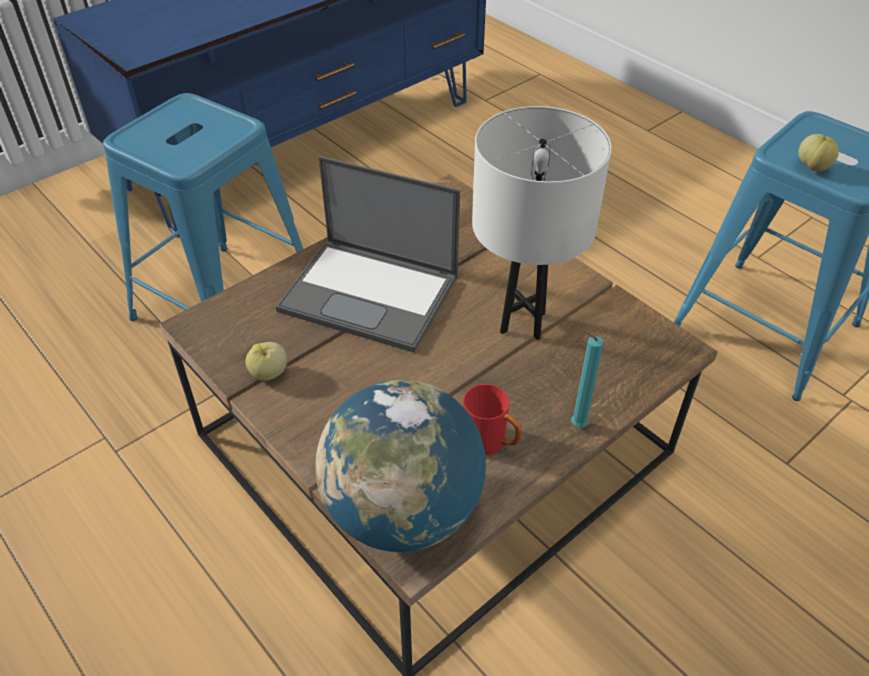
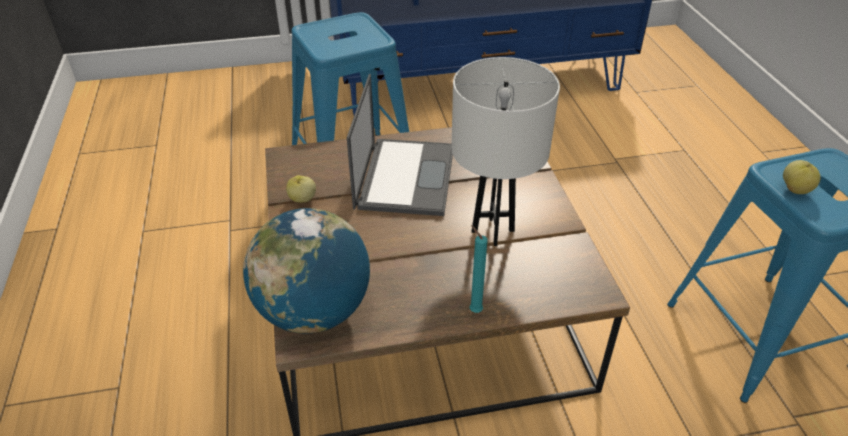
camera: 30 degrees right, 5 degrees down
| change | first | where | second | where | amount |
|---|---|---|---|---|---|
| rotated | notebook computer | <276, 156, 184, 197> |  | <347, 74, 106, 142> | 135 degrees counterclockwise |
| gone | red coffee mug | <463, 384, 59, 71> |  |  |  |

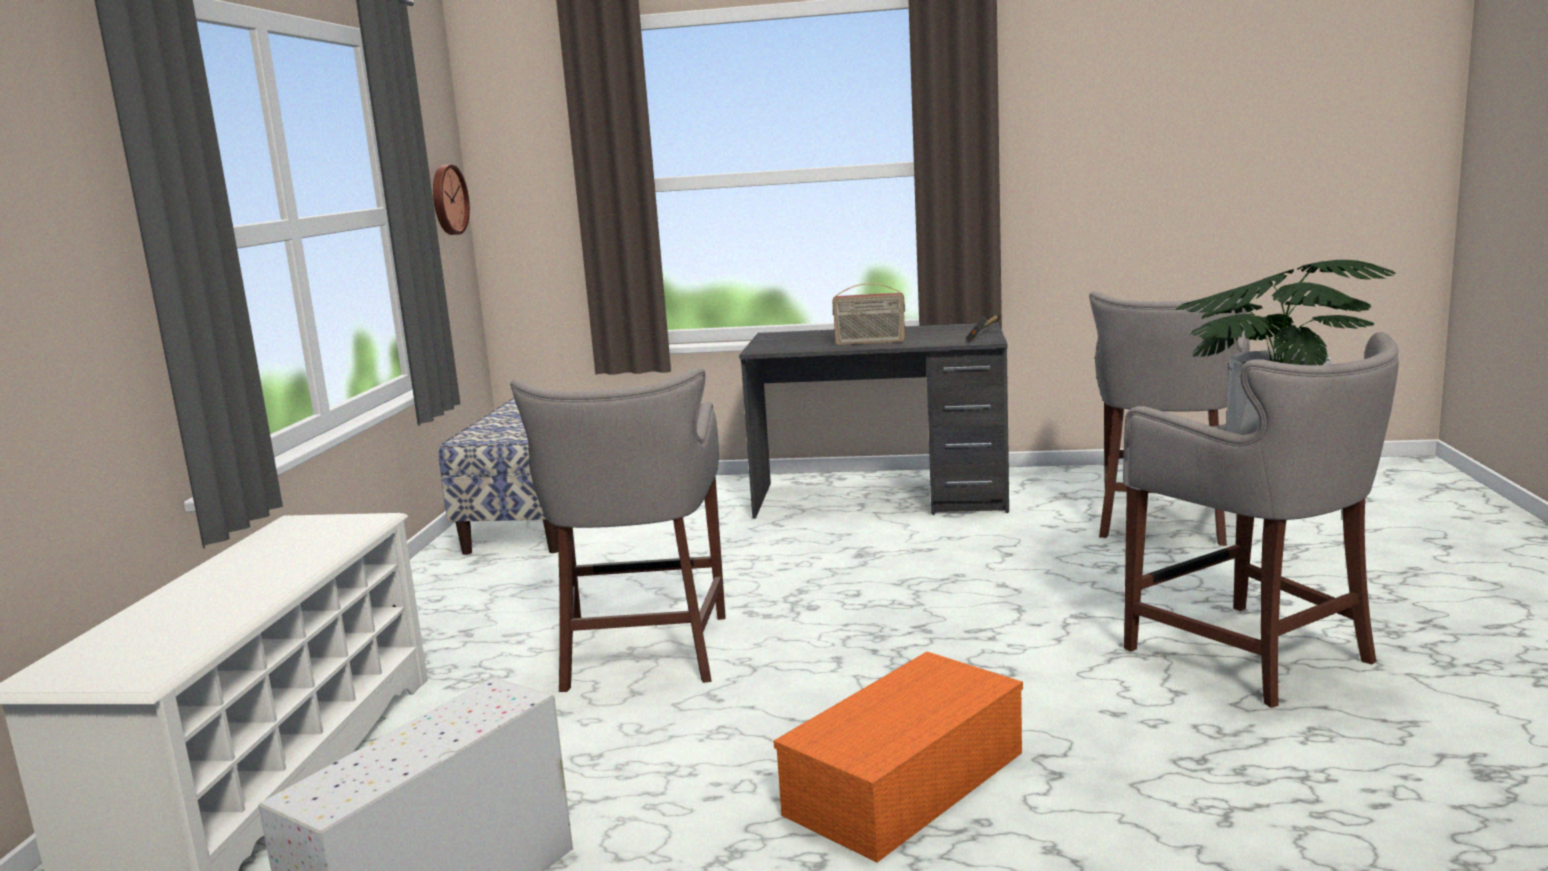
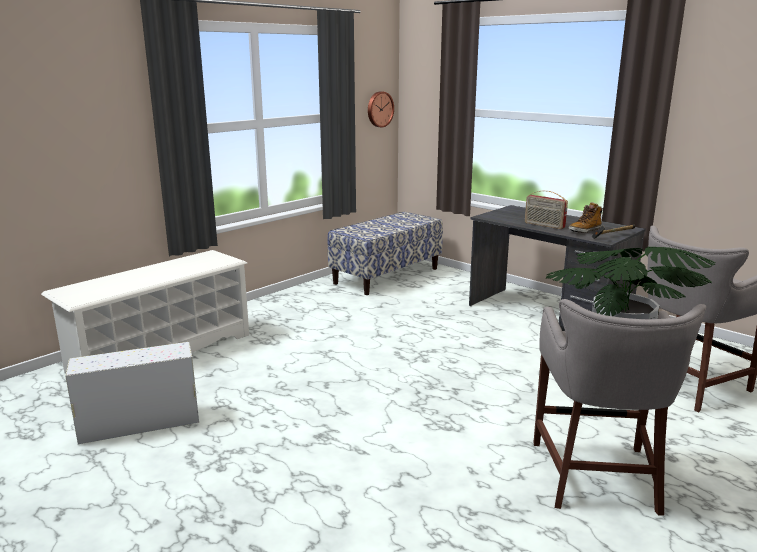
camera: 35 degrees right, 5 degrees up
| change | first | where | second | where | amount |
|---|---|---|---|---|---|
| new |  |  | high-top boot | <569, 202, 34, 31> |  |
| gone | greyish sitting stool | <510, 368, 216, 324> |  |  |  |
| gone | orange storage box | <773, 652, 250, 211> |  |  |  |

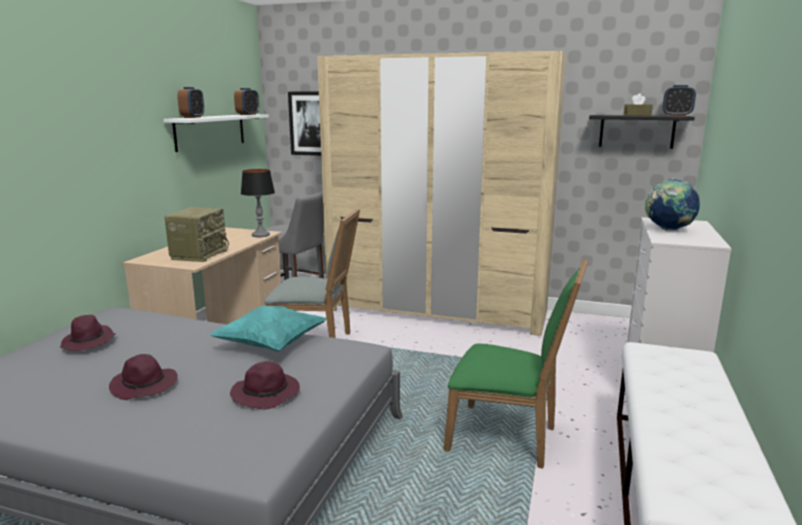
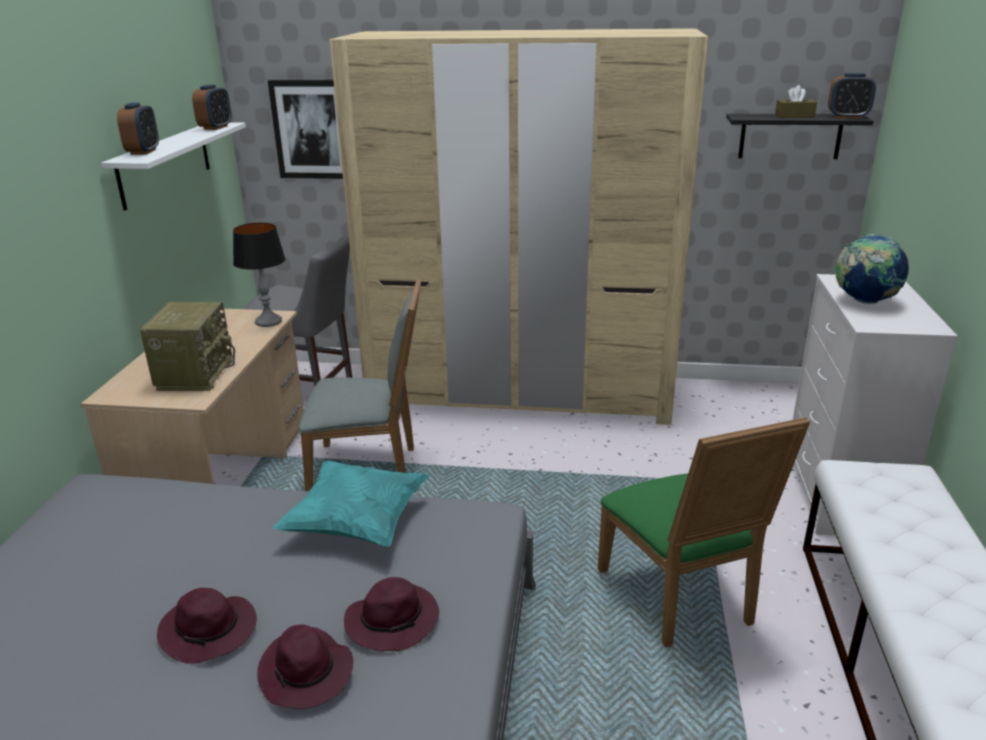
camera: 10 degrees left, 10 degrees up
| change | first | where | second | where | amount |
|---|---|---|---|---|---|
| shifted | purple-coloured wearable hat | <60, 315, 56, 36> |  | <257, 624, 96, 85> |  |
| rotated | green-coloured chair | <444, 259, 144, 210> |  | <598, 417, 213, 231> | 60 degrees clockwise |

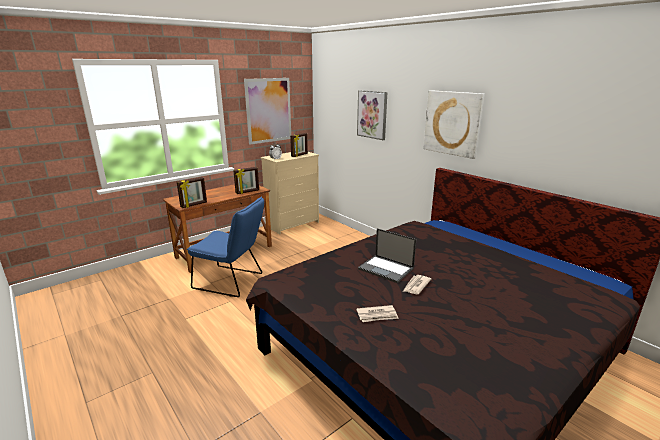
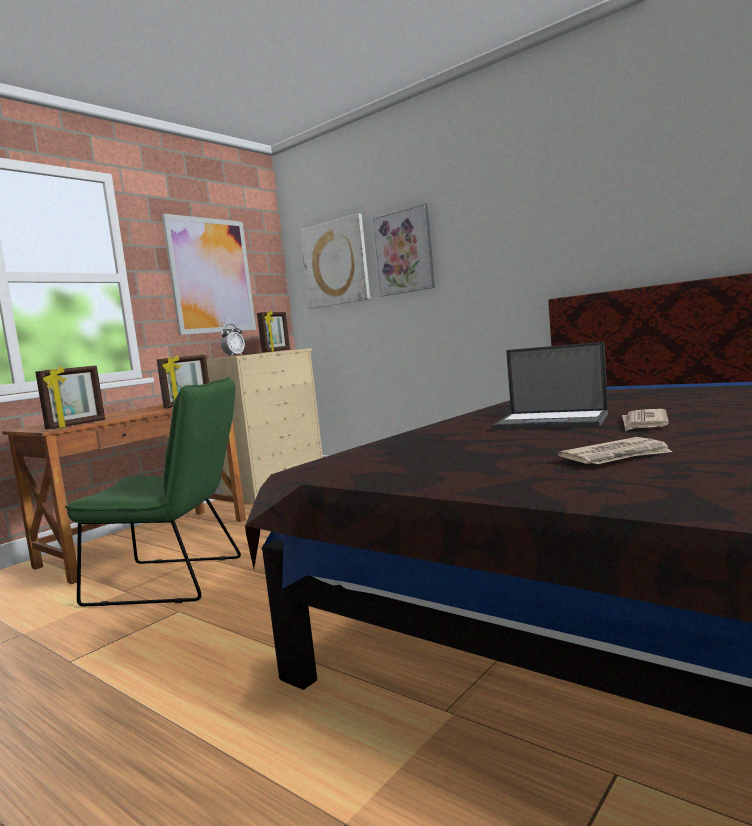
camera: 10 degrees left, 15 degrees down
| change | first | where | second | where | amount |
|---|---|---|---|---|---|
| repainted | bluish chair | <187, 197, 77, 100> | green-coloured chair | <65, 377, 176, 229> |  |
| shifted | wall art | <423, 90, 61, 69> |  | <300, 213, 70, 96> |  |

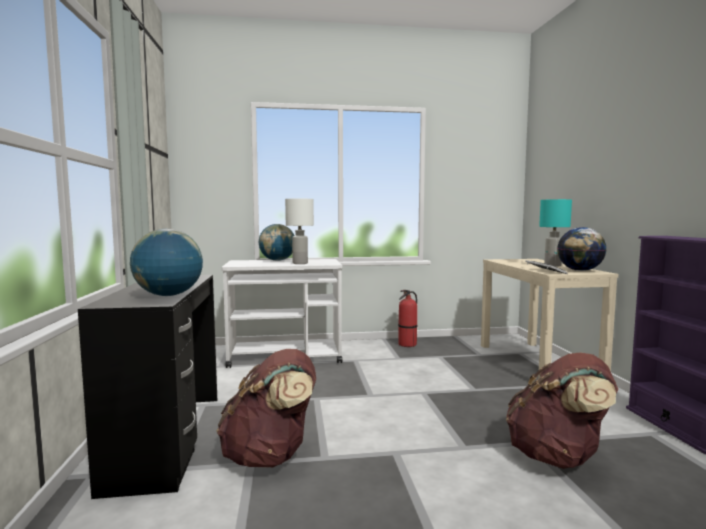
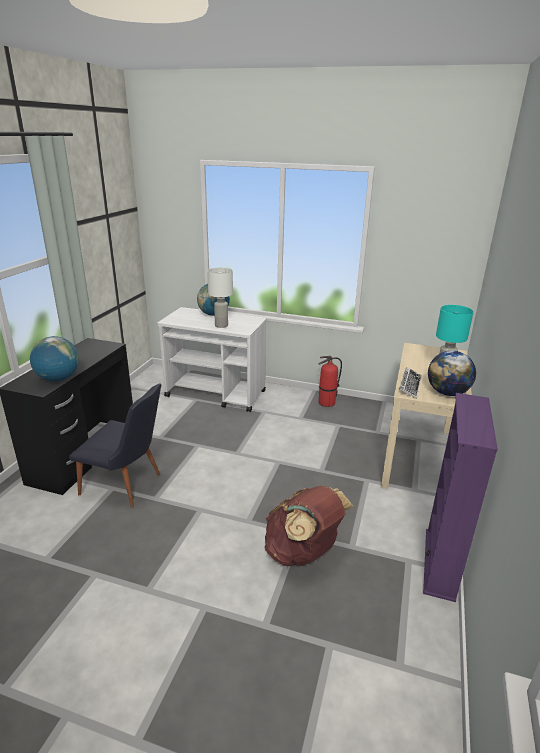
camera: 25 degrees right, 20 degrees up
| change | first | where | second | where | amount |
|---|---|---|---|---|---|
| swapped | brown-coloured rucksack | <216, 349, 100, 118> | blackish chair | <69, 383, 92, 124> |  |

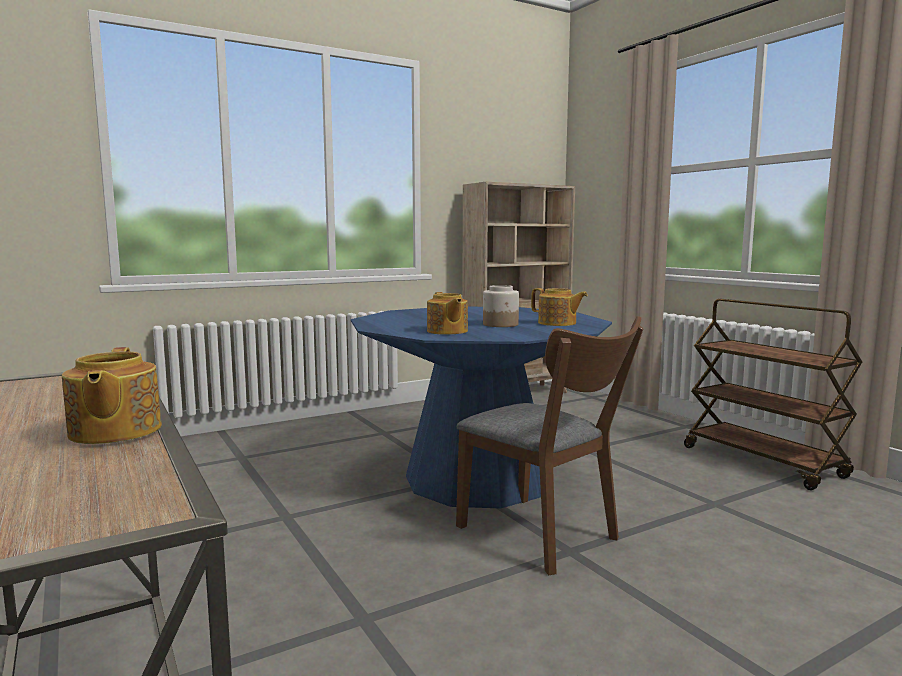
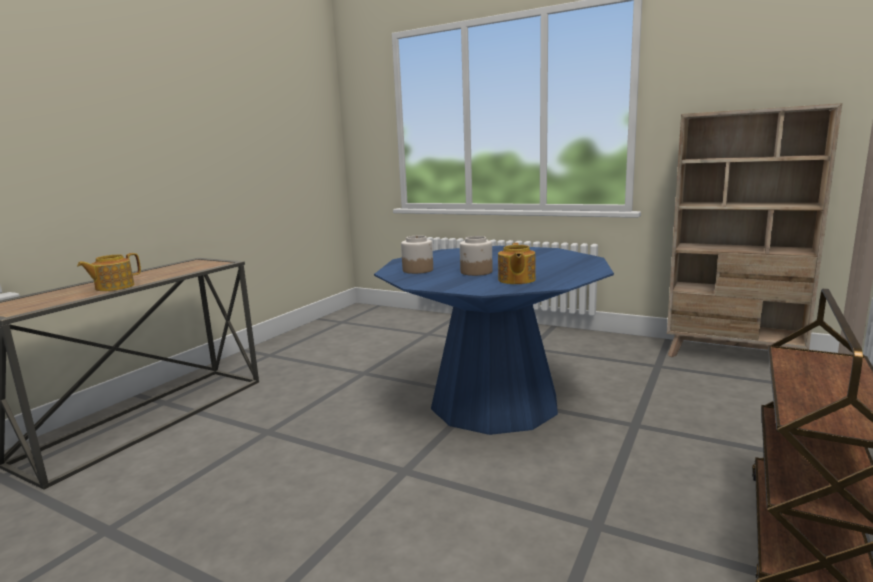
camera: 60 degrees right, 5 degrees up
| change | first | where | second | where | amount |
|---|---|---|---|---|---|
| swapped | pot for tea | <427, 292, 41, 43> | preserve jar | <401, 236, 32, 38> |  |
| gone | brown-coloured chair | <456, 316, 187, 259> |  |  |  |

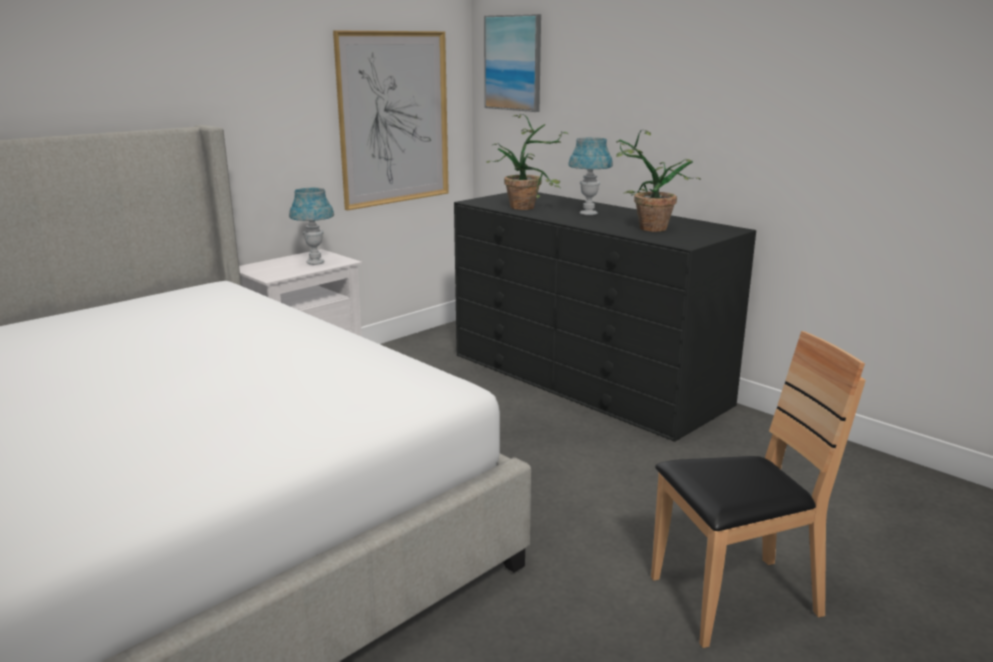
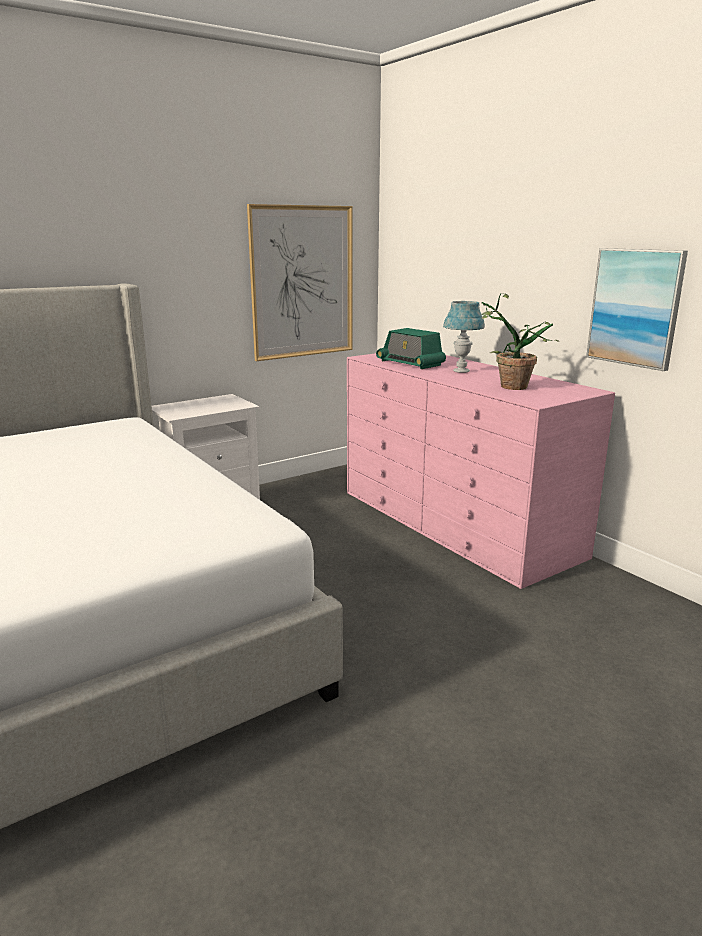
camera: 10 degrees right, 0 degrees up
| change | first | where | second | where | amount |
|---|---|---|---|---|---|
| repainted | blackish dresser | <454, 192, 302, 250> | pinkish dresser | <347, 353, 268, 236> |  |
| swapped | houseplant | <486, 114, 82, 96> | radio | <376, 328, 70, 41> |  |
| shifted | wall art | <484, 14, 57, 98> |  | <586, 248, 102, 123> |  |
| gone | bluish table lamp | <289, 188, 45, 77> |  |  |  |
| gone | brown-coloured chair | <651, 331, 215, 317> |  |  |  |

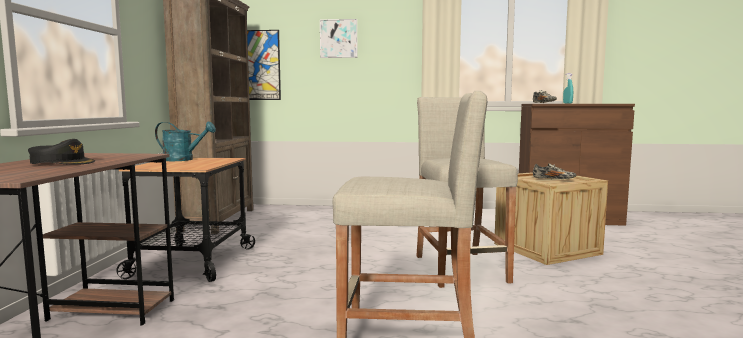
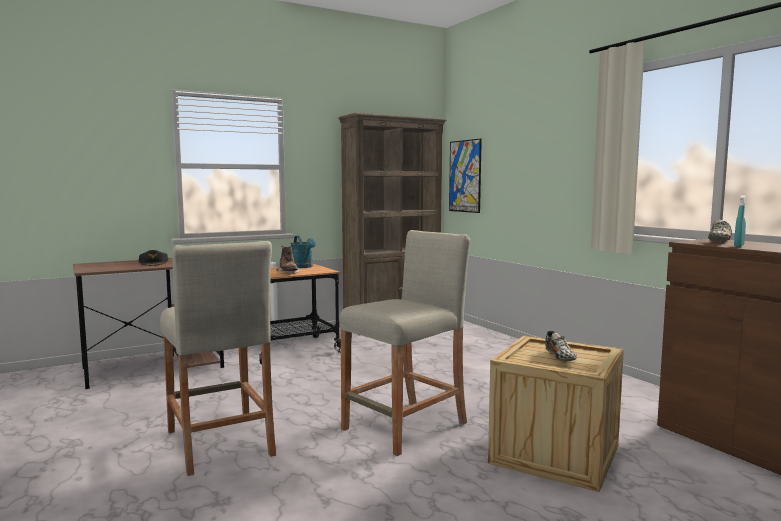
camera: 55 degrees right, 0 degrees up
| change | first | where | second | where | amount |
|---|---|---|---|---|---|
| new |  |  | brown-coloured high-top boot | <277, 246, 22, 27> |  |
| gone | wall art | <320, 19, 37, 39> |  |  |  |

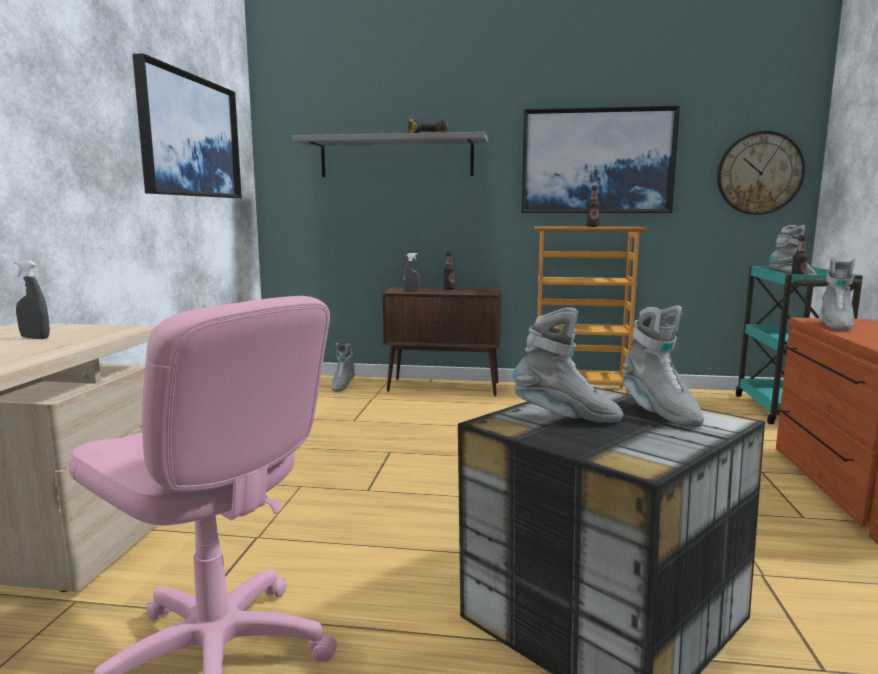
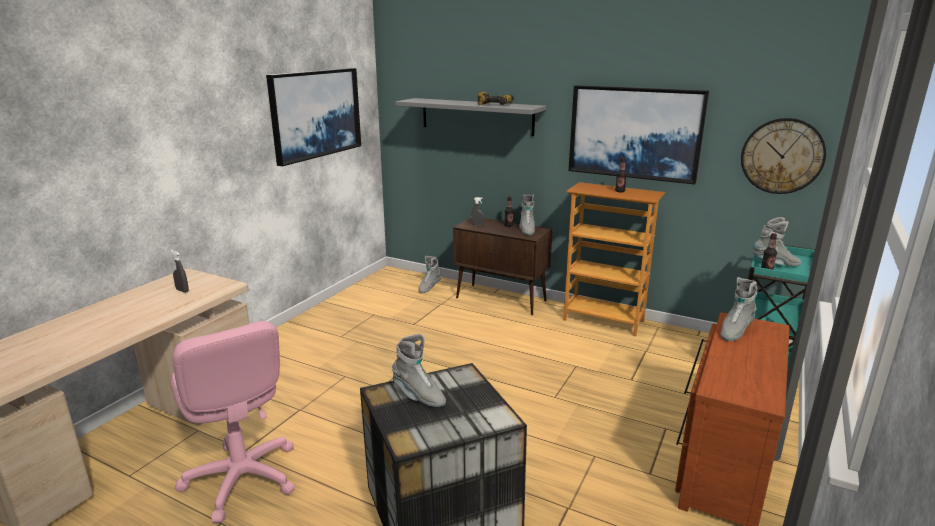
camera: 20 degrees right, 10 degrees up
| change | first | where | second | where | amount |
|---|---|---|---|---|---|
| shifted | greyish high-top boot | <623, 305, 81, 122> |  | <519, 194, 16, 41> |  |

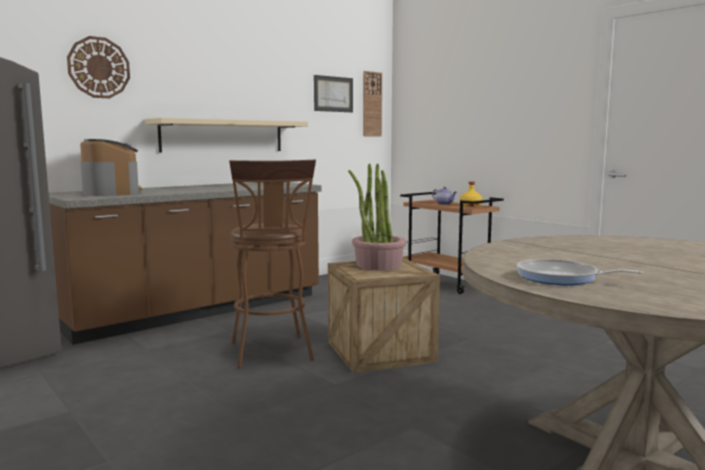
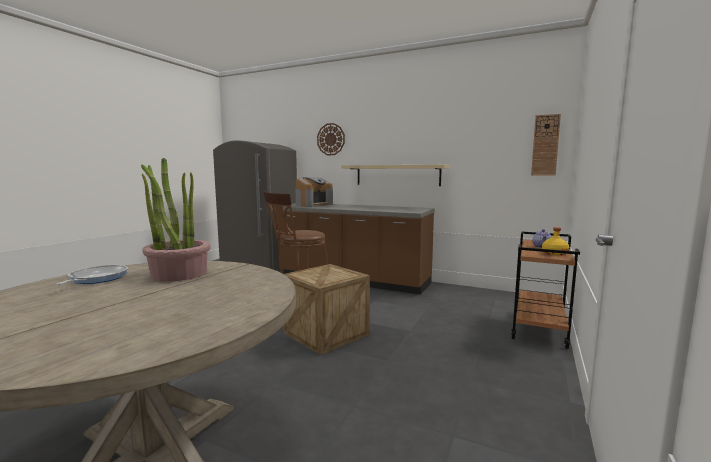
camera: 65 degrees right, 0 degrees up
| change | first | where | second | where | amount |
|---|---|---|---|---|---|
| shifted | houseplant | <348, 163, 58, 107> |  | <141, 158, 70, 124> |  |
| gone | wall art | <314, 75, 39, 37> |  |  |  |

